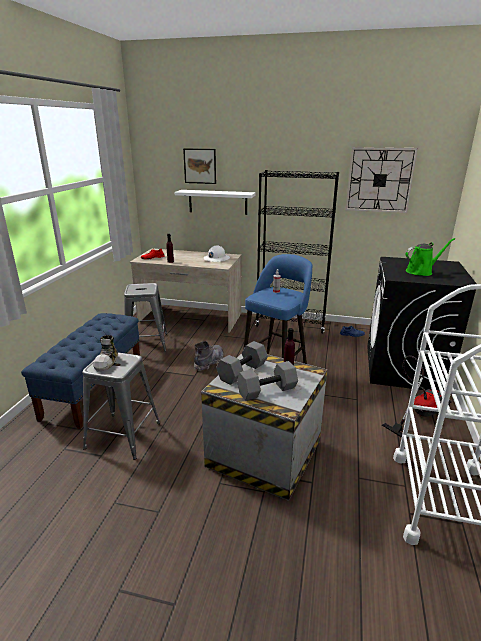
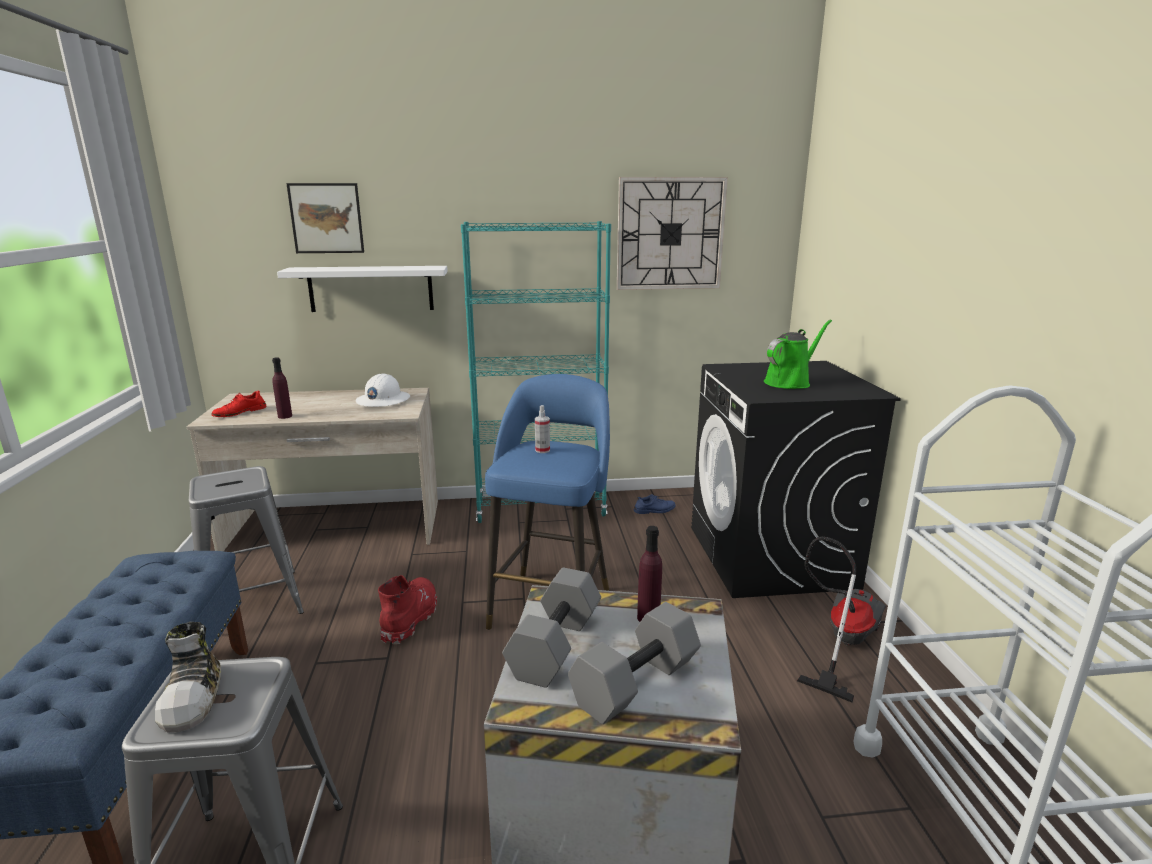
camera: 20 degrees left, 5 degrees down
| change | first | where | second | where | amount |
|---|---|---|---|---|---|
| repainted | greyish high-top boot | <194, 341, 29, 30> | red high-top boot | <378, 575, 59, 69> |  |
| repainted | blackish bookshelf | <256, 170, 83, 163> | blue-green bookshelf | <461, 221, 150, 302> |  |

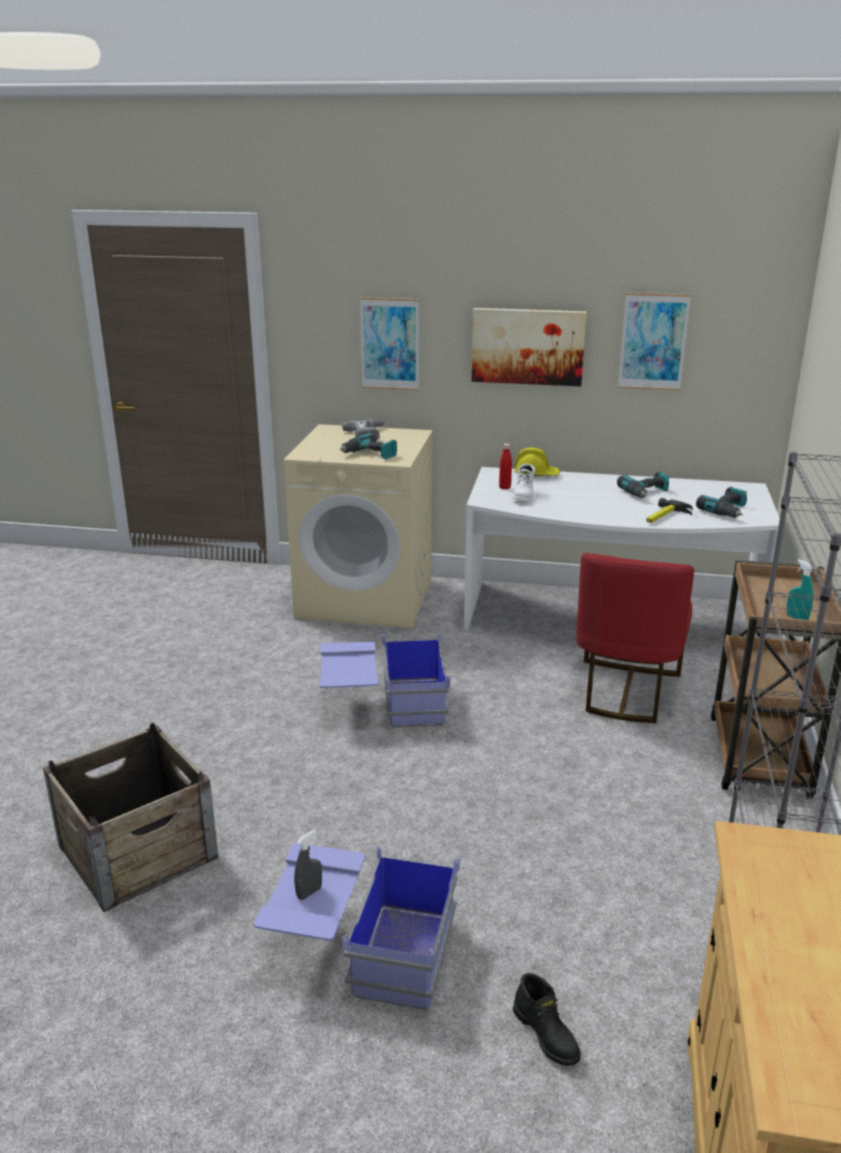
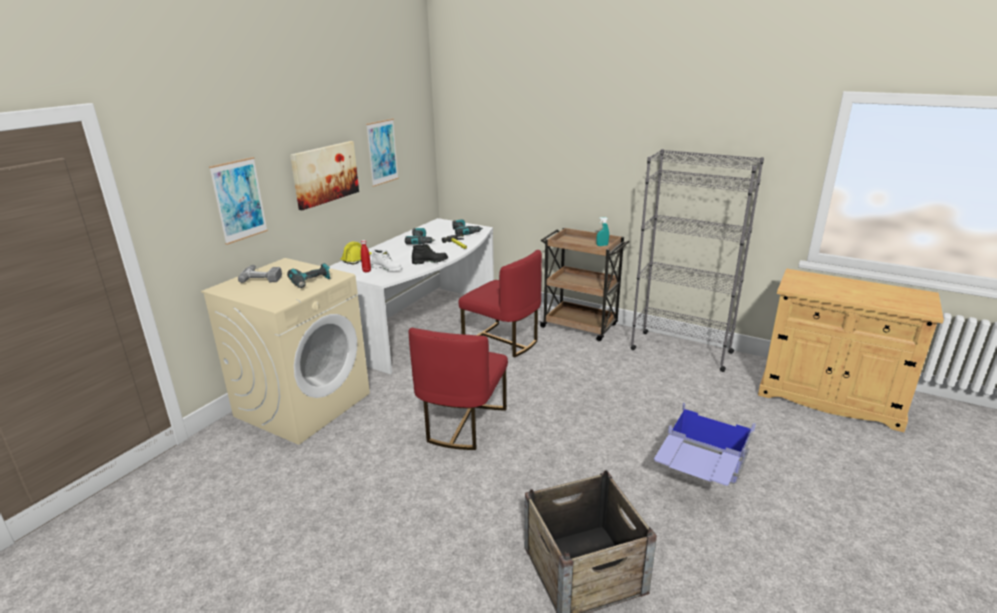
camera: 70 degrees left, 0 degrees up
| change | first | where | second | where | amount |
|---|---|---|---|---|---|
| swapped | bluish storage box | <320, 632, 130, 96> | red chair | <408, 328, 100, 122> |  |
| shifted | blackish high-top boot | <513, 973, 68, 93> |  | <412, 244, 36, 20> |  |
| gone | greyish hand sprayer | <294, 830, 28, 70> |  |  |  |

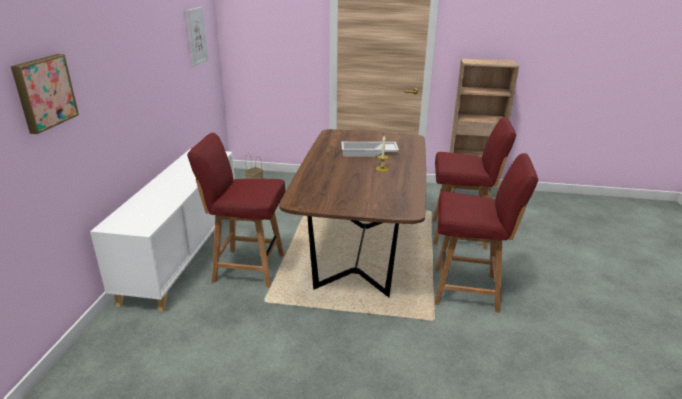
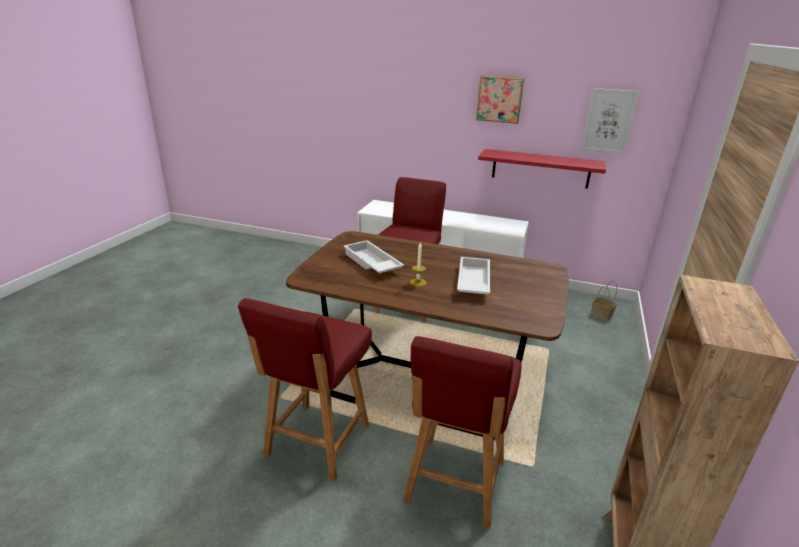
camera: 100 degrees right, 0 degrees up
| change | first | where | second | where | amount |
|---|---|---|---|---|---|
| new |  |  | whitish serving tray | <344, 240, 60, 34> |  |
| shifted | wall art | <11, 54, 68, 80> |  | <476, 75, 48, 49> |  |
| new |  |  | red wall shelf | <478, 149, 128, 40> |  |

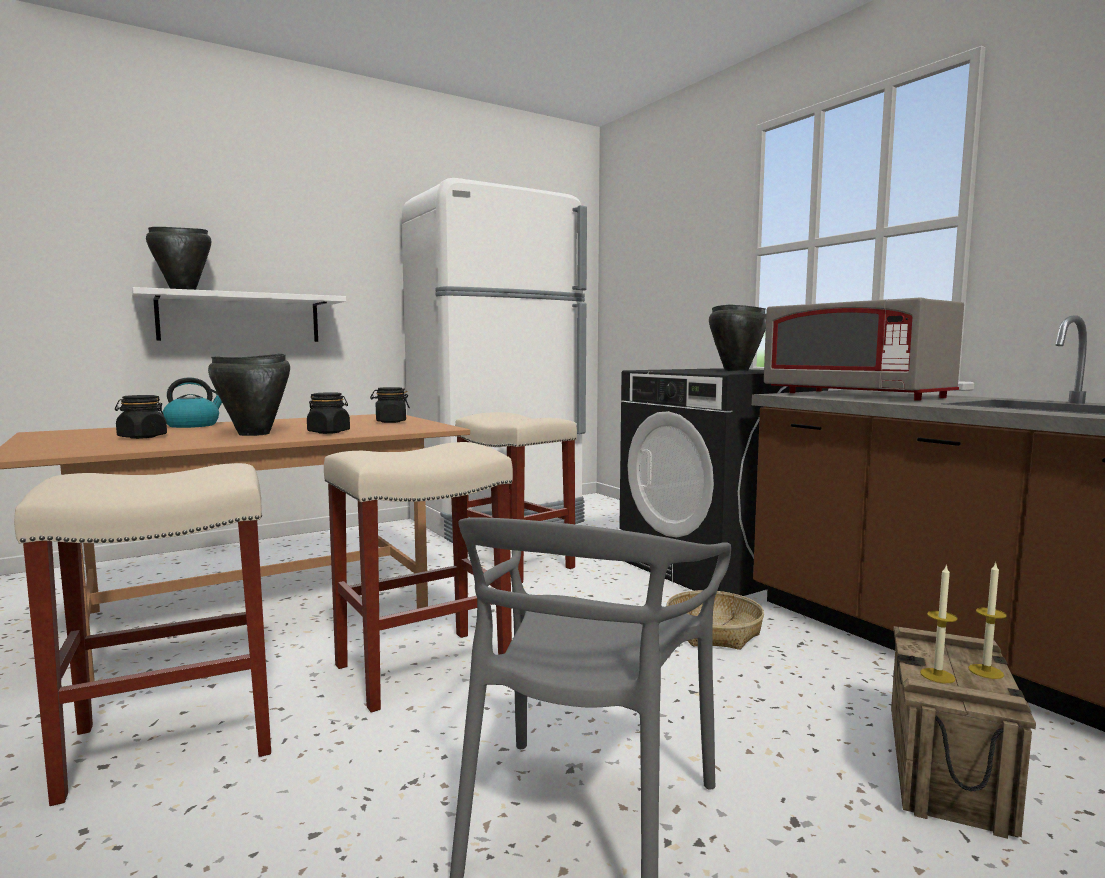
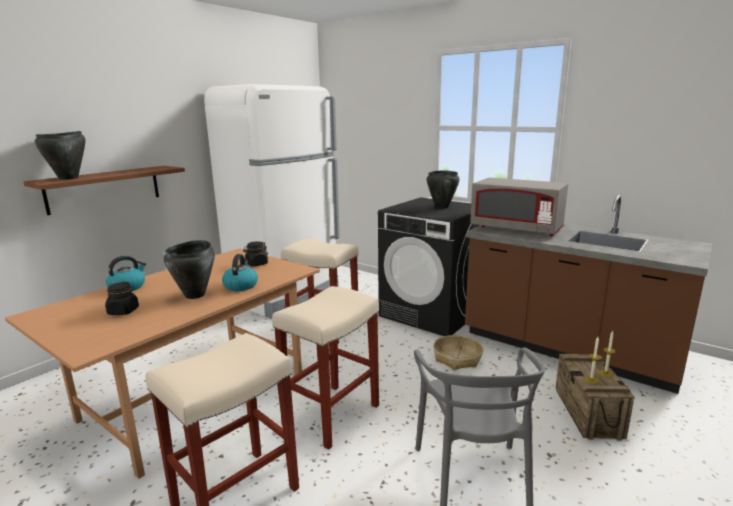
camera: 20 degrees left, 10 degrees up
| change | first | where | second | where | amount |
|---|---|---|---|---|---|
| repainted | whitish wall shelf | <132, 287, 214, 55> | brown-coloured wall shelf | <24, 166, 161, 49> |  |
| swapped | blackish preserve jar | <307, 392, 43, 42> | water kettle | <222, 254, 36, 37> |  |

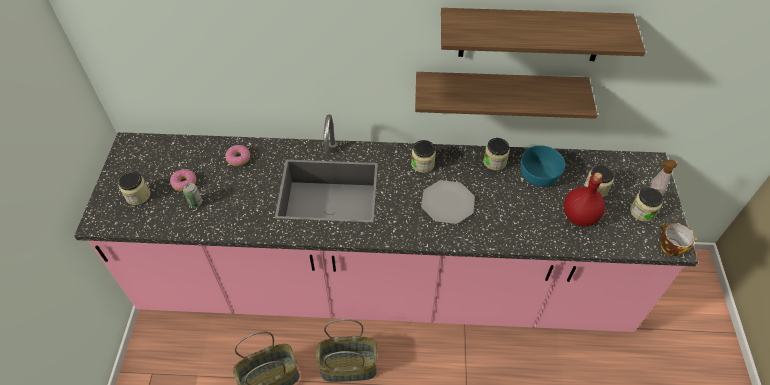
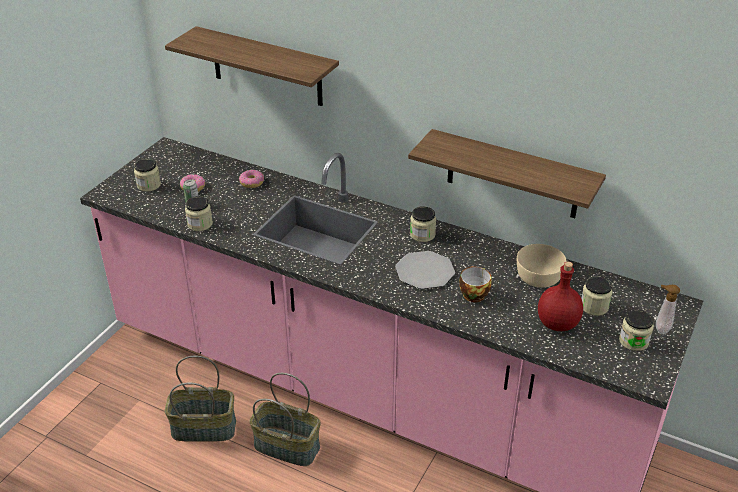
camera: 25 degrees right, 15 degrees down
| change | first | where | second | where | amount |
|---|---|---|---|---|---|
| shifted | wall shelf | <441, 8, 205, 53> |  | <165, 26, 174, 80> |  |
| shifted | preserve jar | <483, 138, 27, 33> |  | <185, 196, 28, 35> |  |
| shifted | drinking cup | <660, 223, 35, 33> |  | <459, 266, 33, 36> |  |
| repainted | blue-green serving bowl | <521, 145, 44, 42> | beige serving bowl | <517, 244, 50, 44> |  |

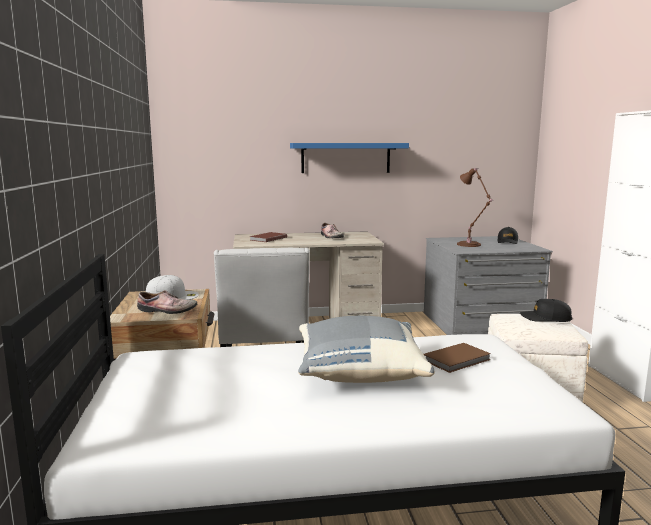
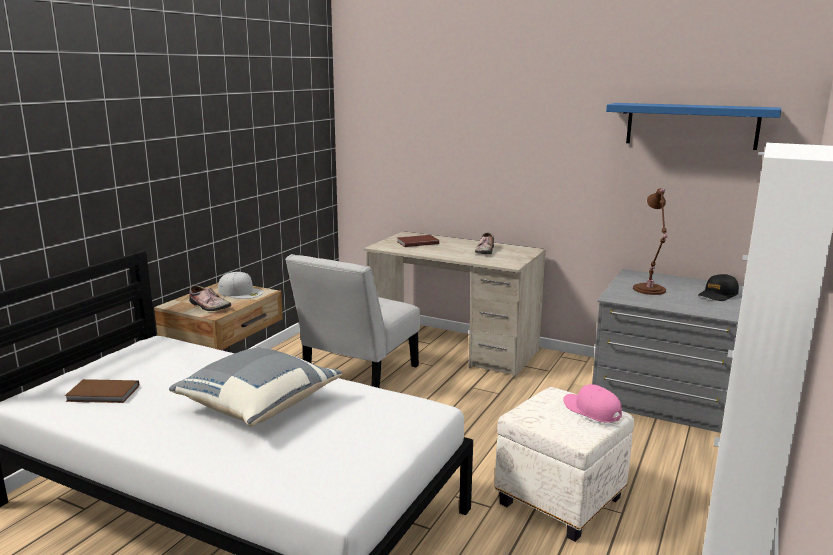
camera: 35 degrees right, 5 degrees up
| change | first | where | second | where | amount |
|---|---|---|---|---|---|
| shifted | brown-coloured bound book | <424, 343, 67, 30> |  | <65, 379, 74, 24> |  |
| repainted | blackish baseball cap | <520, 299, 52, 23> | pinkish baseball cap | <563, 384, 59, 39> |  |
| shifted | bluish wall shelf | <290, 143, 119, 30> |  | <606, 103, 175, 47> |  |

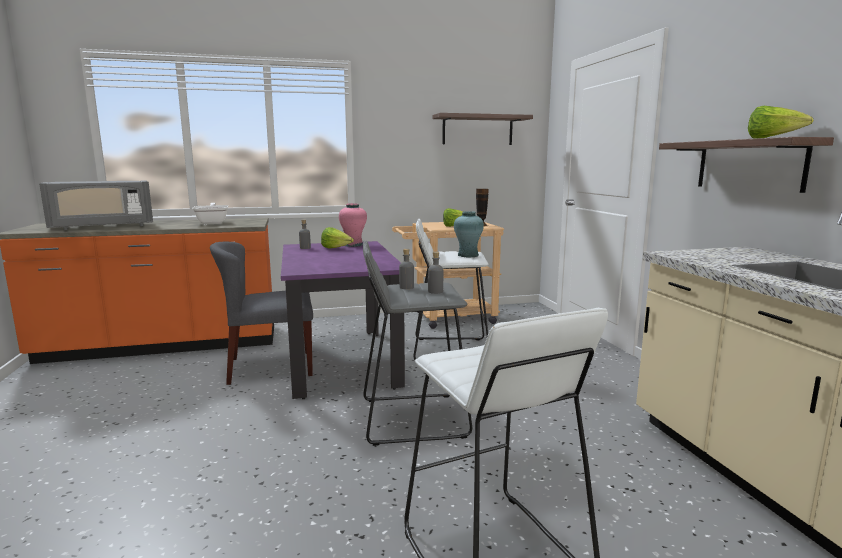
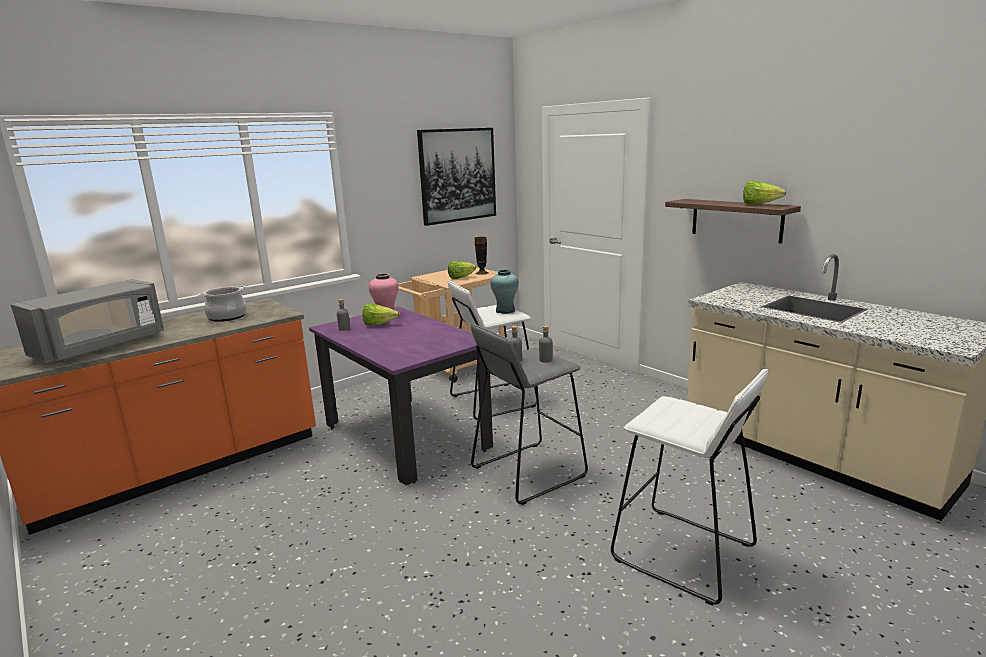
camera: 25 degrees left, 5 degrees up
| change | first | where | second | where | amount |
|---|---|---|---|---|---|
| swapped | pan | <192, 203, 36, 21> | stockpot | <198, 285, 49, 37> |  |
| swapped | wall shelf | <433, 113, 100, 32> | wall art | <417, 128, 79, 98> |  |
| gone | greyish chair | <210, 242, 103, 143> |  |  |  |

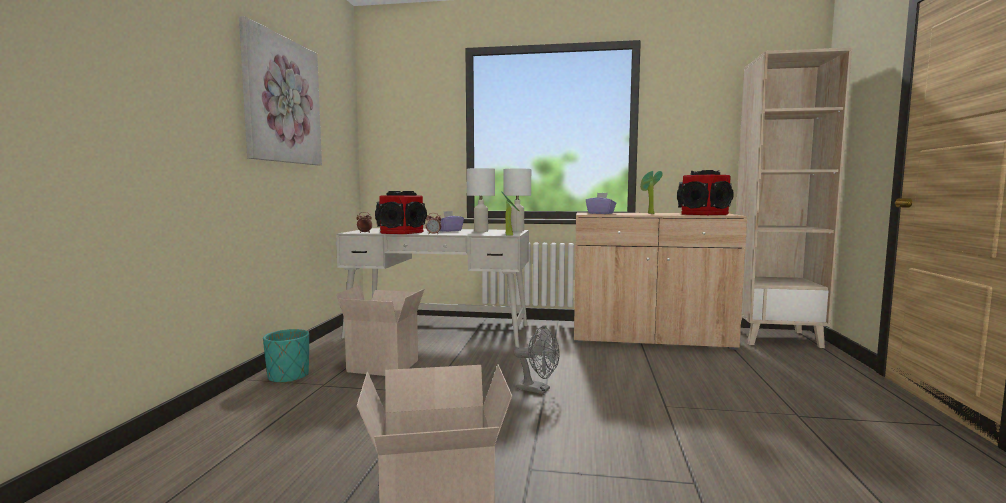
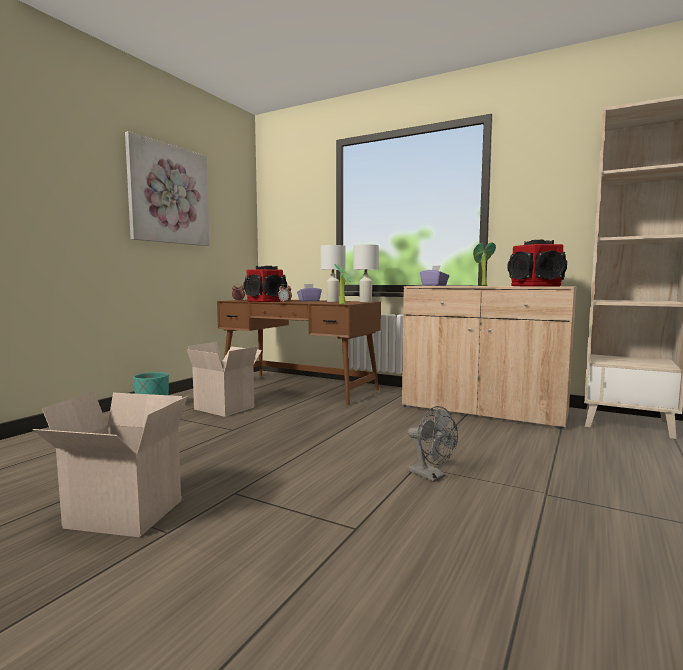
camera: 20 degrees right, 0 degrees up
| change | first | where | second | where | amount |
|---|---|---|---|---|---|
| repainted | whitish desk unit | <336, 228, 193, 119> | brown-coloured desk unit | <217, 300, 164, 105> |  |
| shifted | greyish cooling fan | <514, 326, 45, 68> |  | <408, 406, 50, 76> |  |

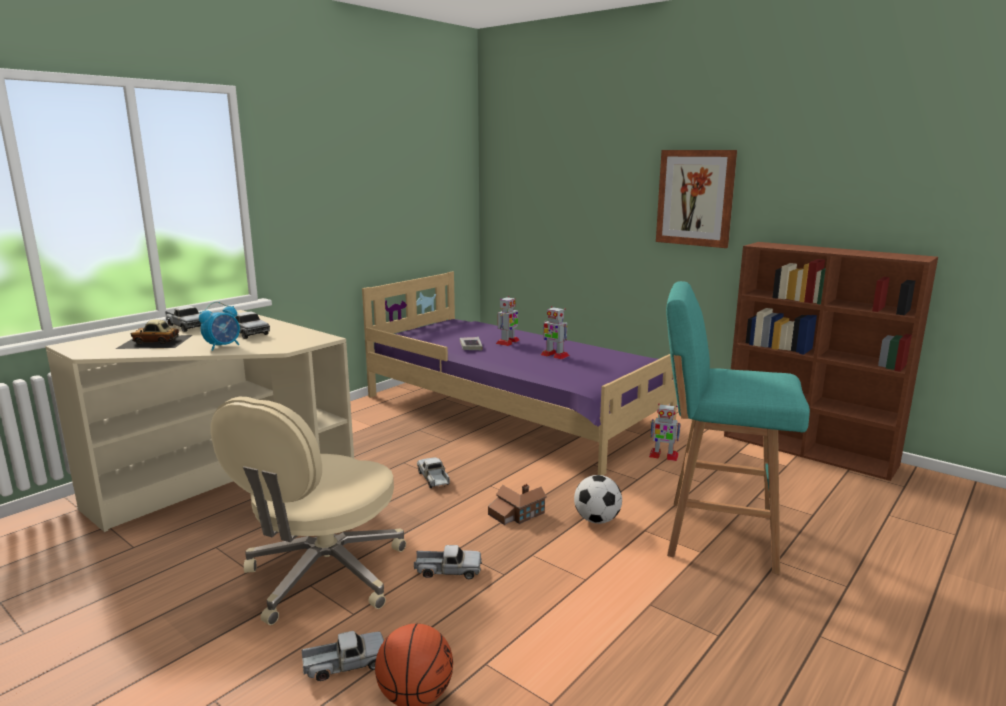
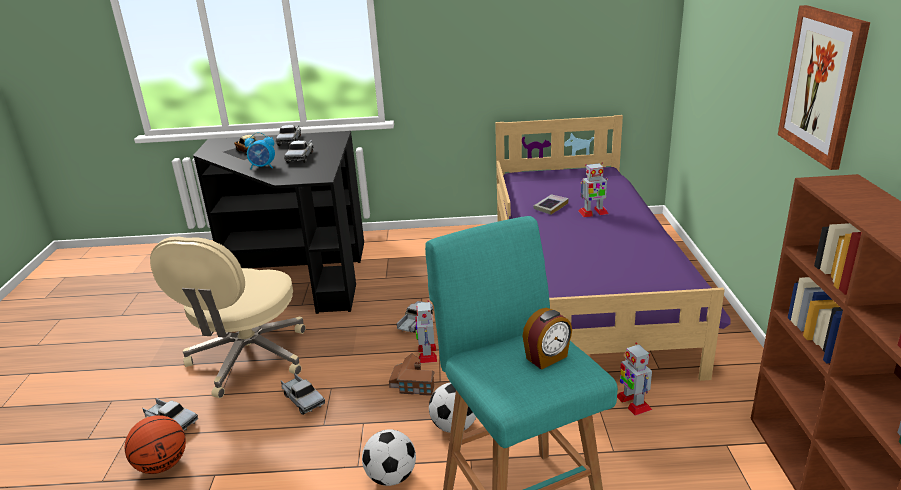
camera: 50 degrees right, 10 degrees up
| change | first | where | second | where | amount |
|---|---|---|---|---|---|
| rotated | beige computer chair | <210, 397, 196, 228> |  | <150, 237, 156, 161> | 60 degrees counterclockwise |
| repainted | beige desk unit | <45, 310, 309, 222> | blackish desk unit | <193, 131, 171, 183> |  |
| new |  |  | football | <362, 429, 54, 57> |  |
| shifted | toy robot | <541, 306, 28, 53> |  | <415, 300, 22, 63> |  |
| new |  |  | alarm clock | <523, 308, 49, 62> |  |

